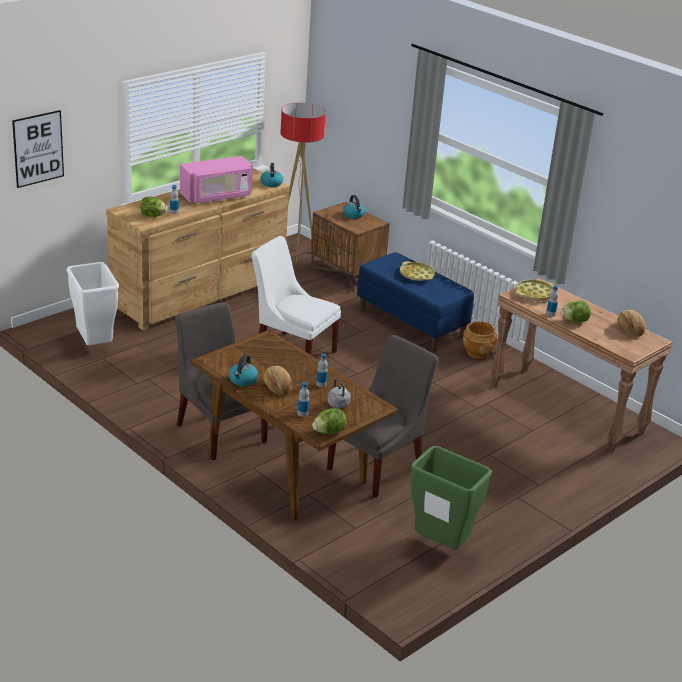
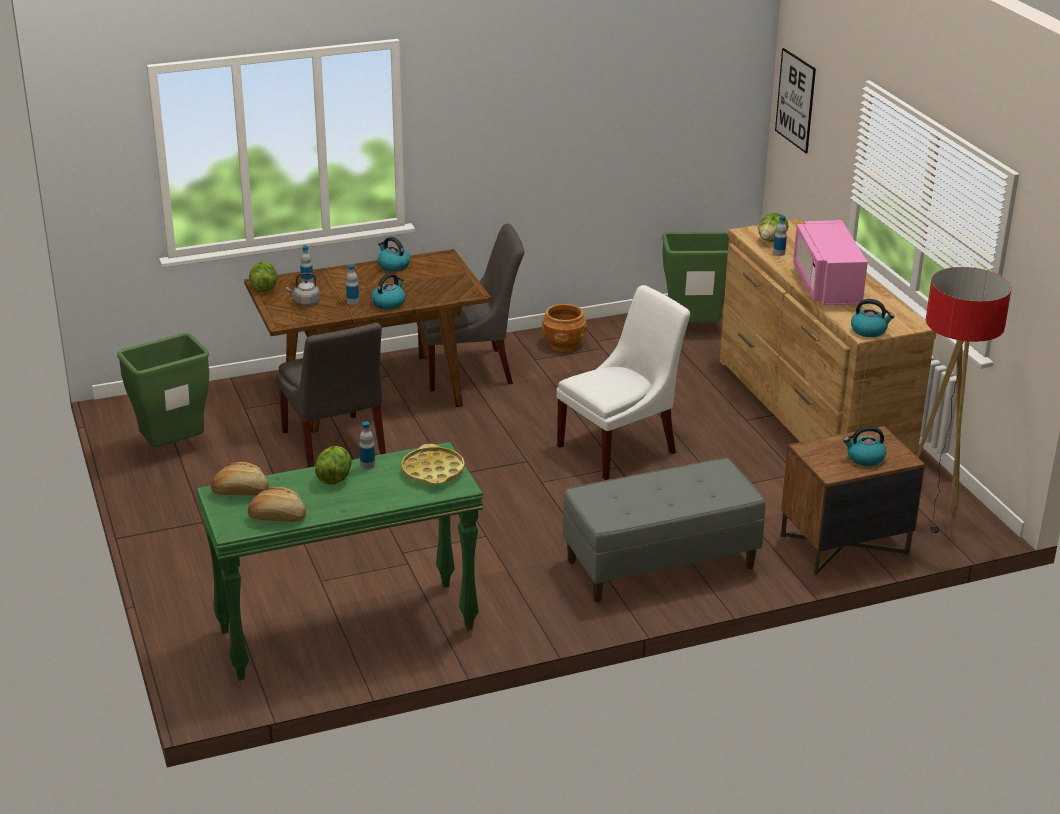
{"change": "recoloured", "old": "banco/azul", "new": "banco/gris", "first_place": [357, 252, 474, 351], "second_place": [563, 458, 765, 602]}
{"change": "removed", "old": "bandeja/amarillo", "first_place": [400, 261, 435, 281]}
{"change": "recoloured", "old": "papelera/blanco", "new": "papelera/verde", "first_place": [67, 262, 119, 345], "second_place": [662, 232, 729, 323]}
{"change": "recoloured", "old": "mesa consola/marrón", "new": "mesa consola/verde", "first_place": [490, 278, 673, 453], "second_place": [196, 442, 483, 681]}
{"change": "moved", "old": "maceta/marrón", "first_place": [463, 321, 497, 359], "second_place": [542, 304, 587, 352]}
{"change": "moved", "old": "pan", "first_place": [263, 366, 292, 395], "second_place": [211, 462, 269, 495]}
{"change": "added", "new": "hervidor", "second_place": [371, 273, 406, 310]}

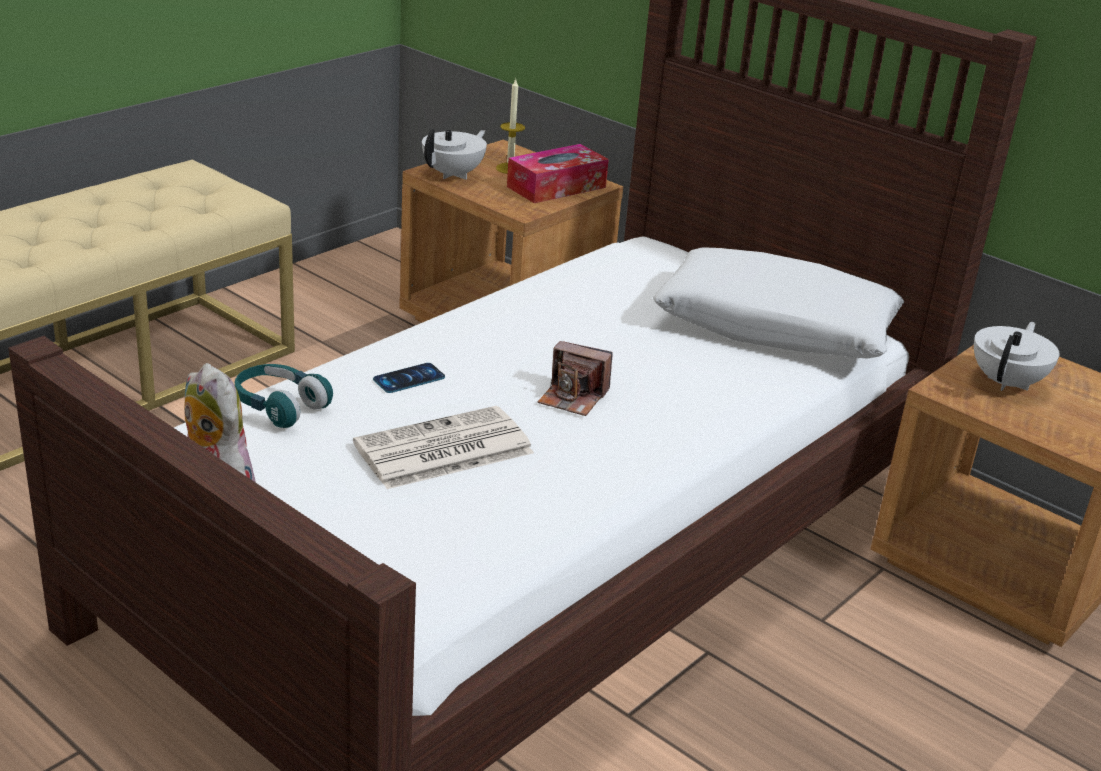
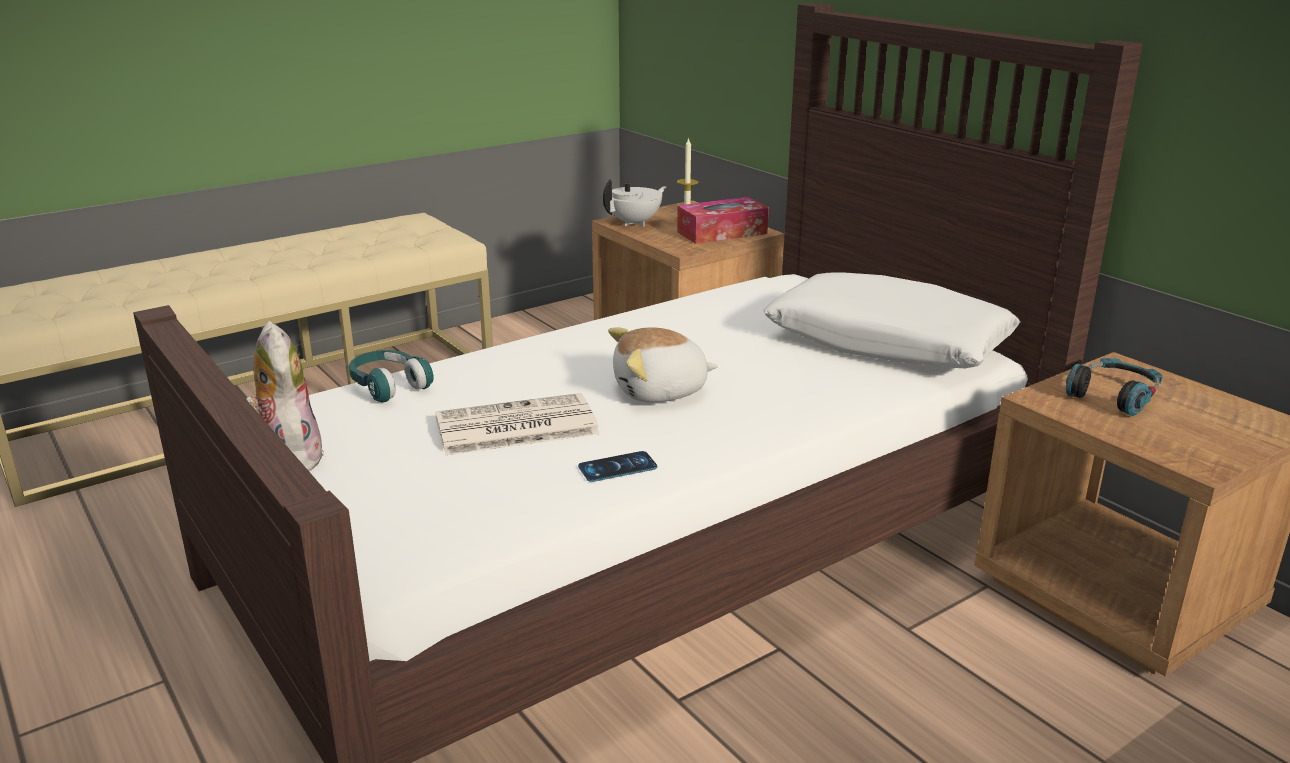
{"change": "replaced", "old": "tetera/blanco", "new": "auriculares", "first_place": [974, 322, 1060, 391], "second_place": [1066, 358, 1163, 416]}
{"change": "replaced", "old": "cámara", "new": "peluche", "first_place": [537, 341, 612, 416], "second_place": [608, 327, 718, 402]}
{"change": "moved", "old": "móvil", "first_place": [373, 363, 445, 393], "second_place": [578, 451, 657, 482]}

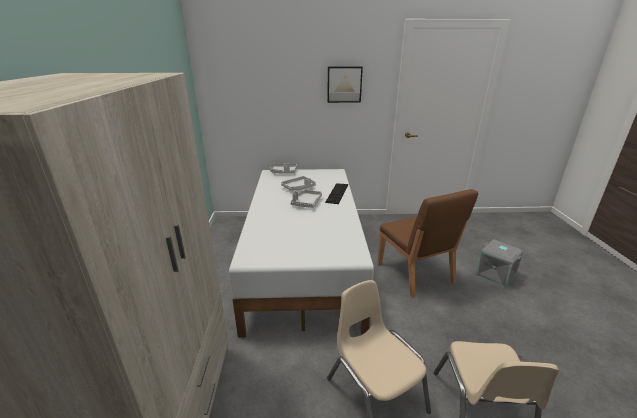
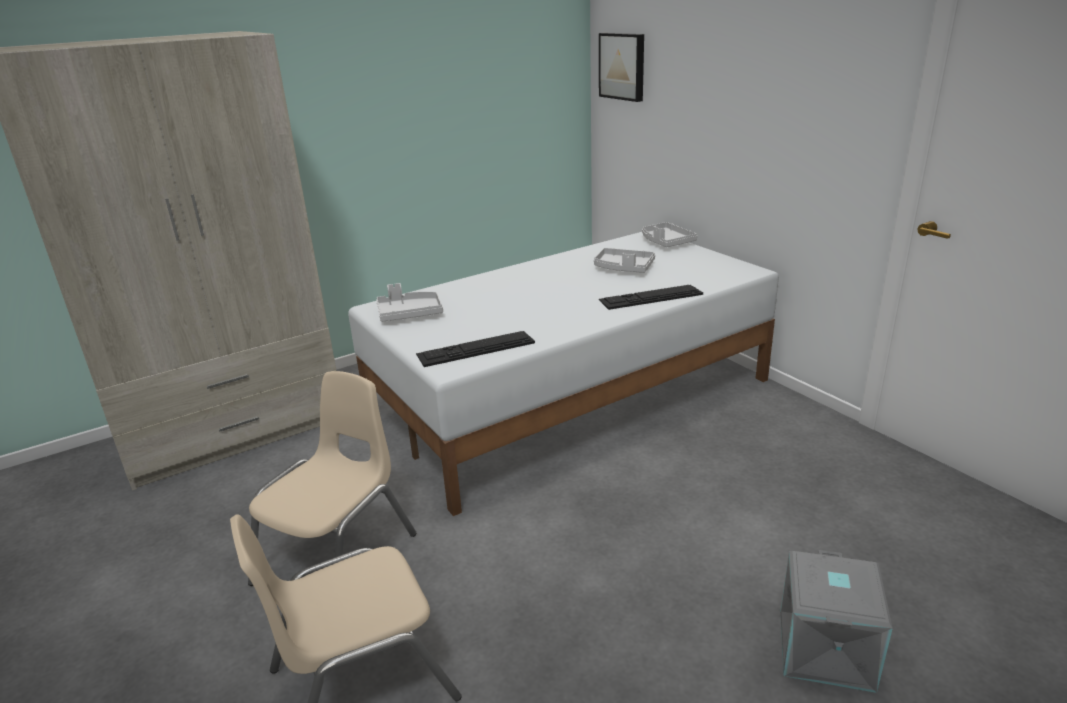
{"change": "moved", "old": "cuadro", "first_place": [327, 66, 363, 103], "second_place": [599, 33, 644, 102]}
{"change": "removed", "old": "silla/marrón", "first_place": [378, 189, 478, 298]}
{"change": "moved", "old": "bandeja/gris", "first_place": [290, 190, 322, 208], "second_place": [376, 283, 443, 322]}
{"change": "added", "new": "teclado", "second_place": [416, 331, 535, 367]}

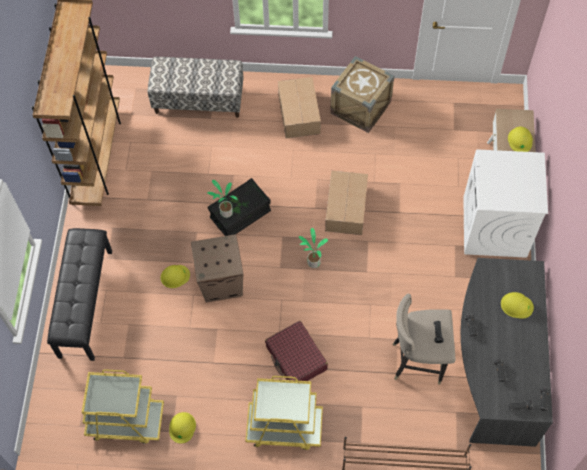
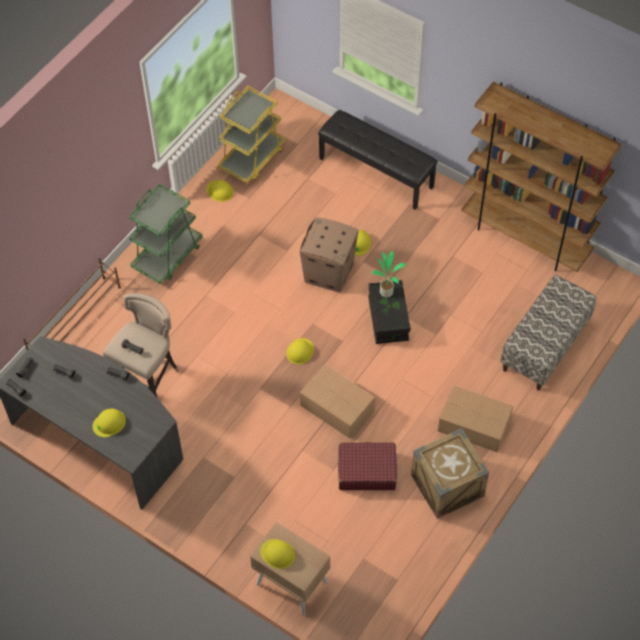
{"change": "removed", "old": "lavadora/blanco", "first_place": [463, 149, 548, 258]}
{"change": "replaced", "old": "planta en maceta", "new": "casco/amarillo", "first_place": [299, 228, 328, 268], "second_place": [286, 338, 314, 365]}
{"change": "moved", "old": "maleta/rojo", "first_place": [265, 321, 328, 383], "second_place": [338, 442, 397, 490]}
{"change": "recoloured", "old": "carrito/amarillo", "new": "carrito/verde", "first_place": [245, 376, 323, 450], "second_place": [129, 183, 203, 284]}

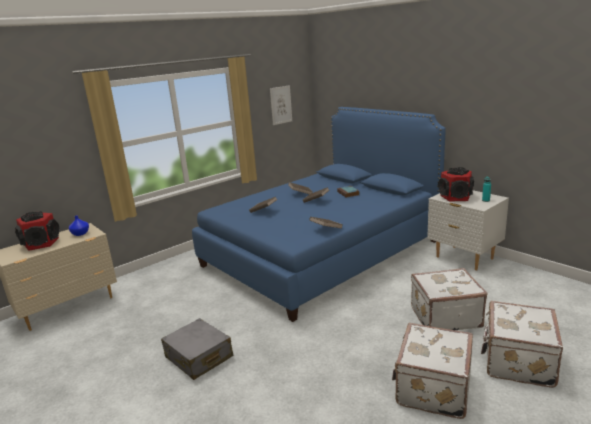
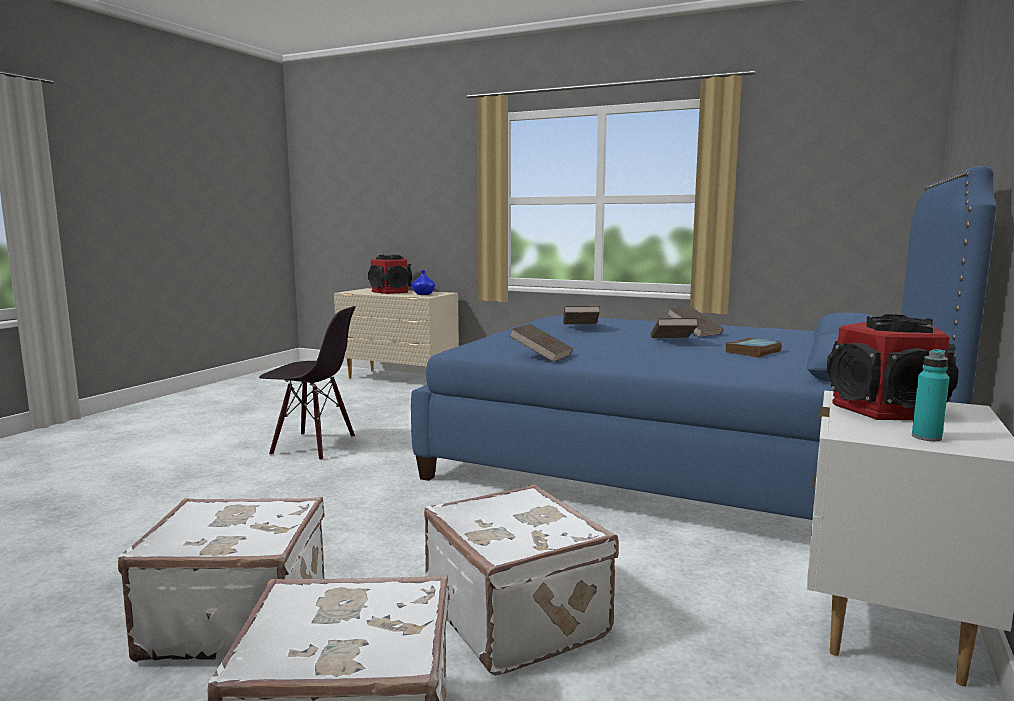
{"change": "removed", "old": "cuadro", "first_place": [270, 85, 292, 125]}
{"change": "replaced", "old": "maleta/gris", "new": "silla/negro", "first_place": [161, 318, 234, 380], "second_place": [259, 306, 356, 460]}

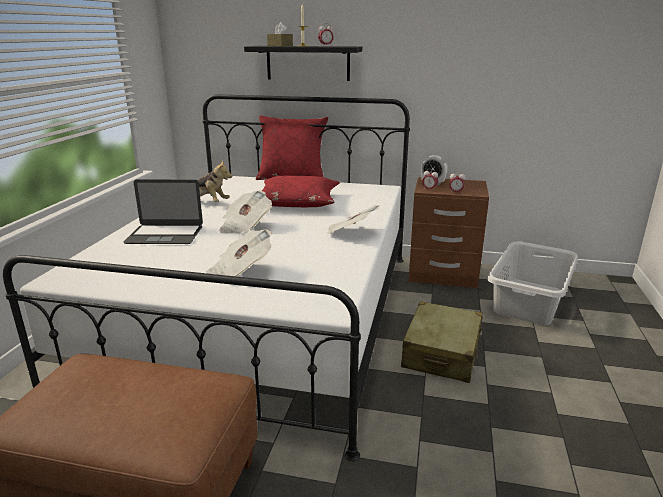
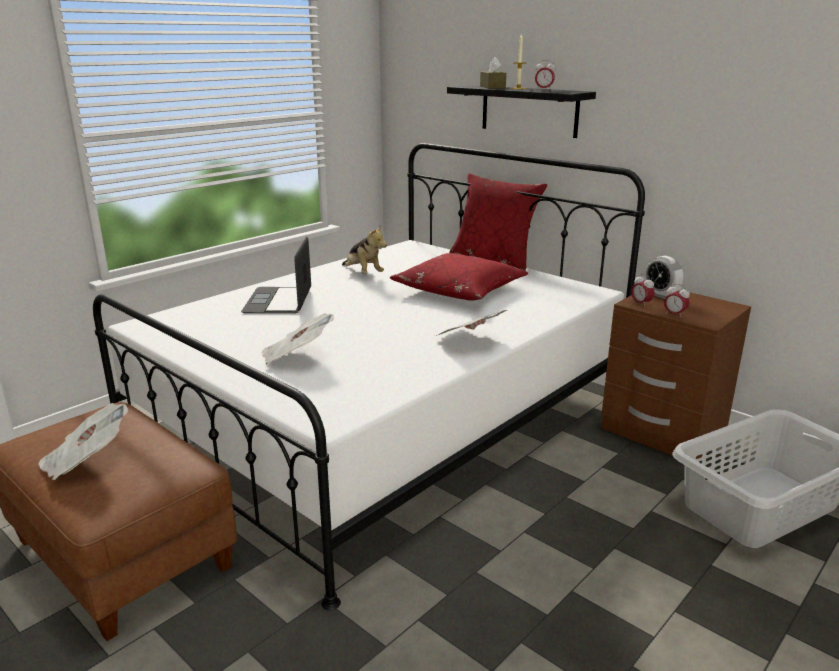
{"change": "turned", "old": "portátil", "first_place": [123, 180, 203, 244], "second_place": [241, 237, 311, 314], "degrees": 60}
{"change": "moved", "old": "periódico", "first_place": [219, 191, 272, 234], "second_place": [38, 403, 128, 481]}
{"change": "removed", "old": "maleta/beis", "first_place": [401, 301, 483, 383]}

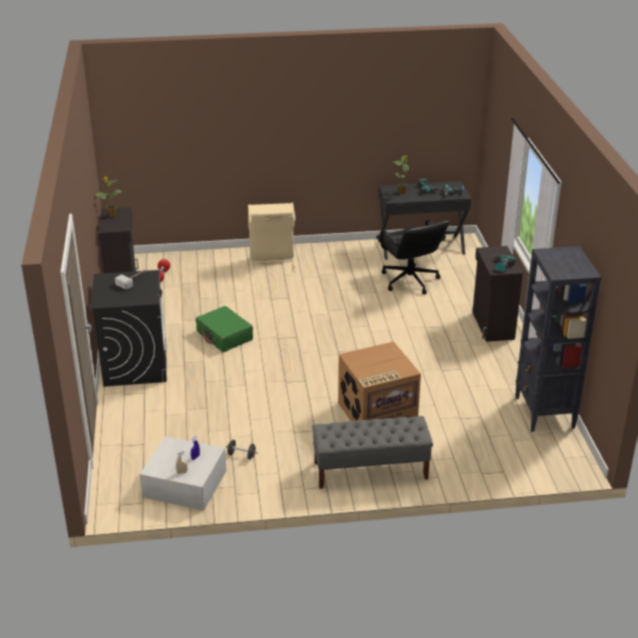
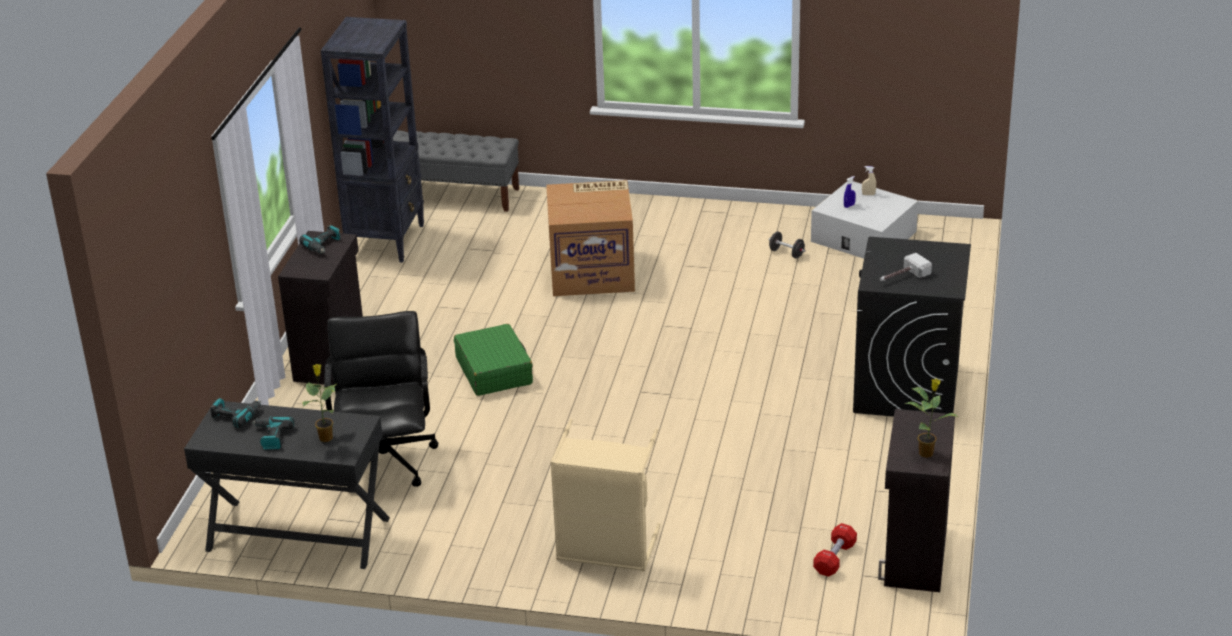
{"change": "moved", "old": "maleta/verde", "first_place": [196, 306, 253, 352], "second_place": [454, 324, 533, 396]}
{"change": "moved", "old": "banco/gris", "first_place": [312, 416, 433, 489], "second_place": [393, 130, 519, 212]}

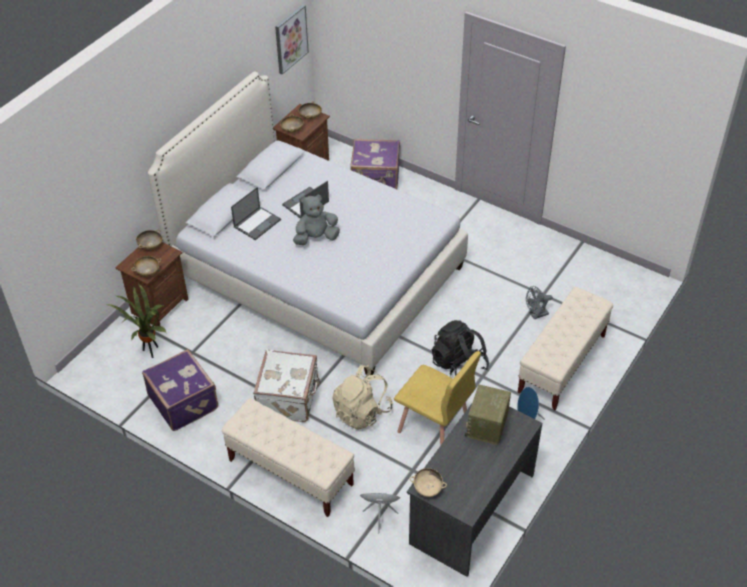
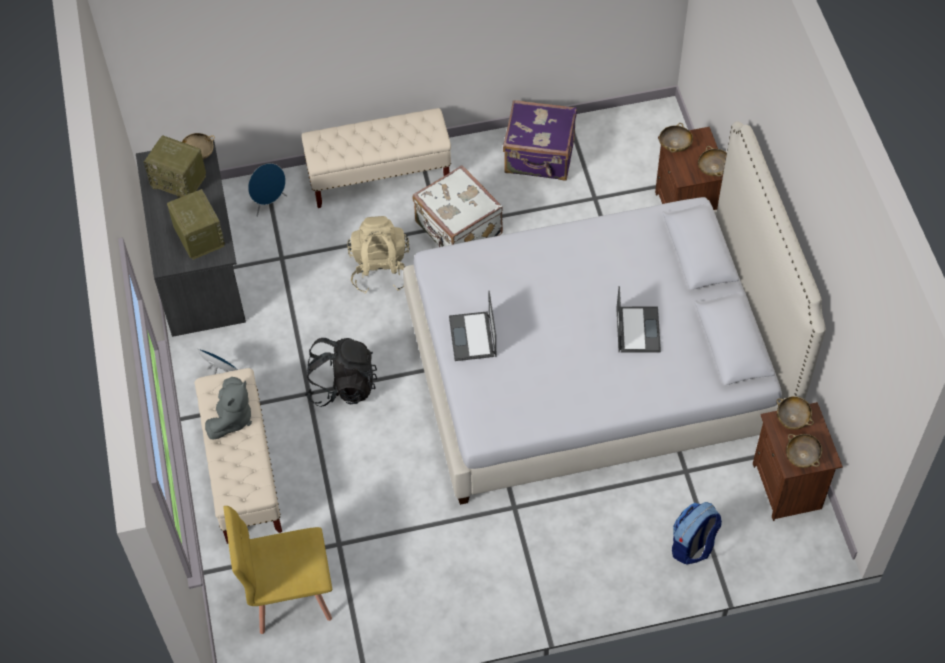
{"change": "removed", "old": "cuadro", "first_place": [275, 4, 309, 74]}
{"change": "replaced", "old": "maleta/morado", "new": "mochila", "first_place": [350, 139, 400, 189], "second_place": [672, 502, 722, 564]}
{"change": "moved", "old": "portátil", "first_place": [231, 187, 281, 240], "second_place": [449, 291, 496, 361]}
{"change": "moved", "old": "peluche/gris", "first_place": [293, 195, 340, 245], "second_place": [205, 377, 252, 440]}
{"change": "removed", "old": "planta en maceta", "first_place": [105, 283, 166, 358]}
{"change": "removed", "old": "ventilador/gris", "first_place": [526, 286, 553, 319]}
{"change": "moved", "old": "silla/amarillo", "first_place": [394, 351, 481, 446], "second_place": [223, 506, 333, 634]}
{"change": "added", "new": "radio", "second_place": [144, 135, 206, 198]}

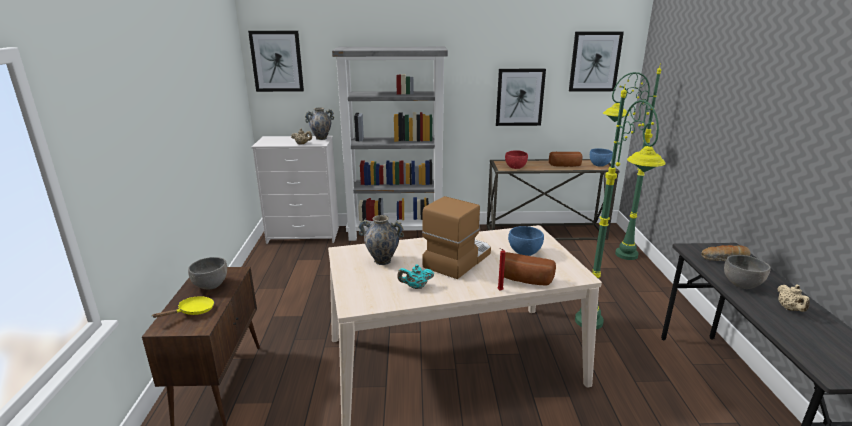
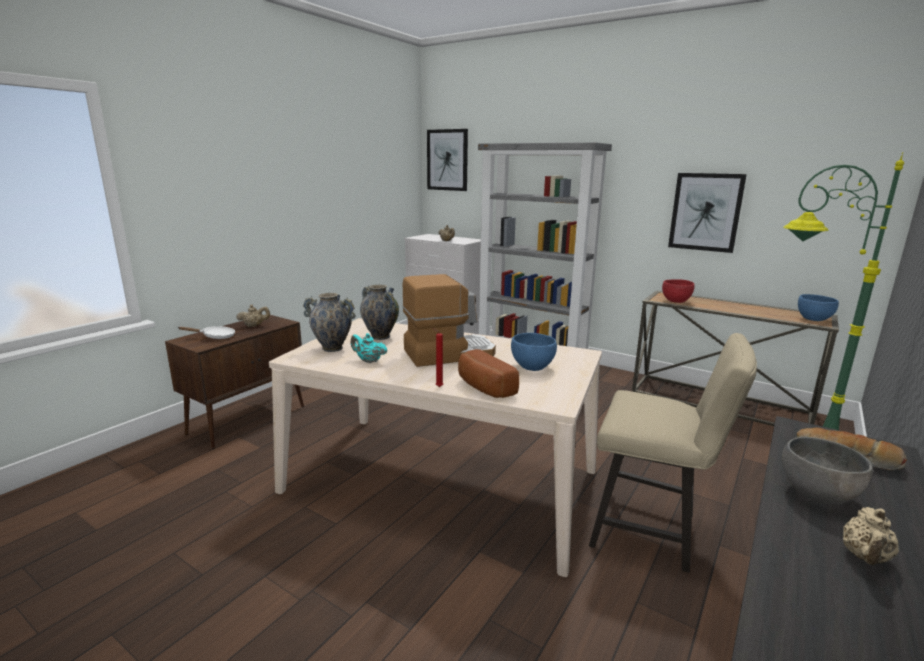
{"change": "removed", "old": "cuadro", "first_place": [569, 32, 624, 92]}
{"change": "replaced", "old": "lámpara de pie/verde", "new": "silla/beis", "first_place": [575, 84, 666, 329], "second_place": [589, 333, 757, 572]}
{"change": "moved", "old": "florero", "first_place": [305, 107, 334, 140], "second_place": [303, 293, 355, 352]}
{"change": "removed", "old": "pan", "first_place": [549, 152, 582, 167]}
{"change": "replaced", "old": "cuenco/gris", "new": "tetera/beis", "first_place": [188, 257, 227, 289], "second_place": [236, 305, 270, 327]}
{"change": "recoloured", "old": "sartén/amarillo", "new": "sartén/blanco", "first_place": [152, 296, 214, 318], "second_place": [179, 326, 235, 339]}

